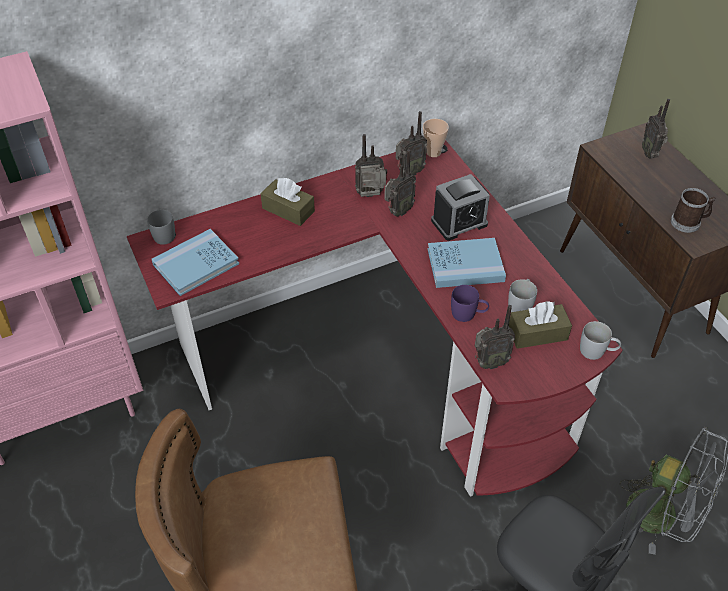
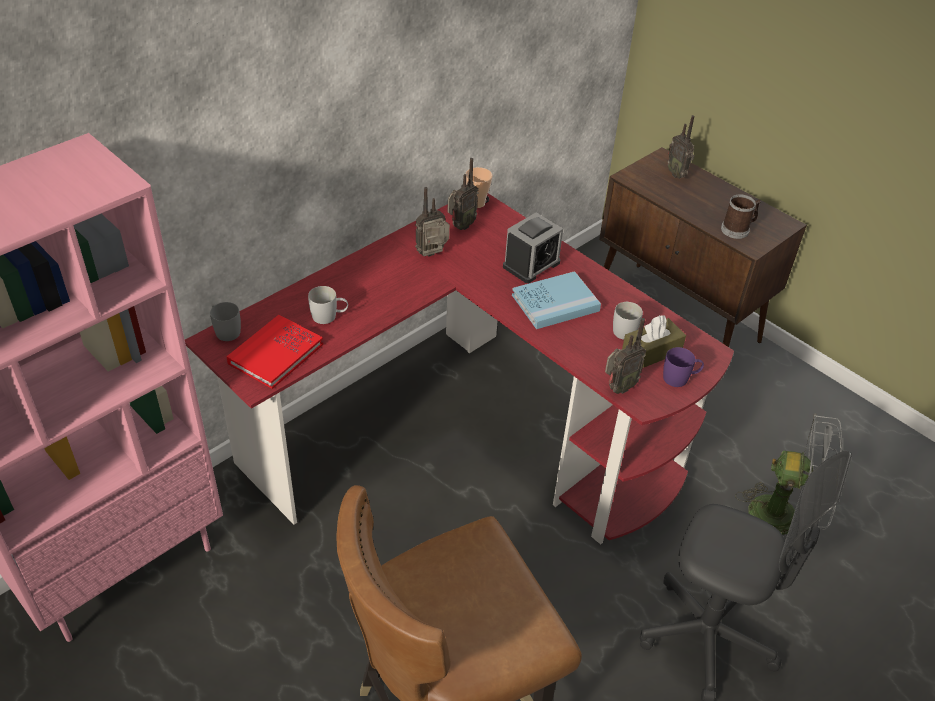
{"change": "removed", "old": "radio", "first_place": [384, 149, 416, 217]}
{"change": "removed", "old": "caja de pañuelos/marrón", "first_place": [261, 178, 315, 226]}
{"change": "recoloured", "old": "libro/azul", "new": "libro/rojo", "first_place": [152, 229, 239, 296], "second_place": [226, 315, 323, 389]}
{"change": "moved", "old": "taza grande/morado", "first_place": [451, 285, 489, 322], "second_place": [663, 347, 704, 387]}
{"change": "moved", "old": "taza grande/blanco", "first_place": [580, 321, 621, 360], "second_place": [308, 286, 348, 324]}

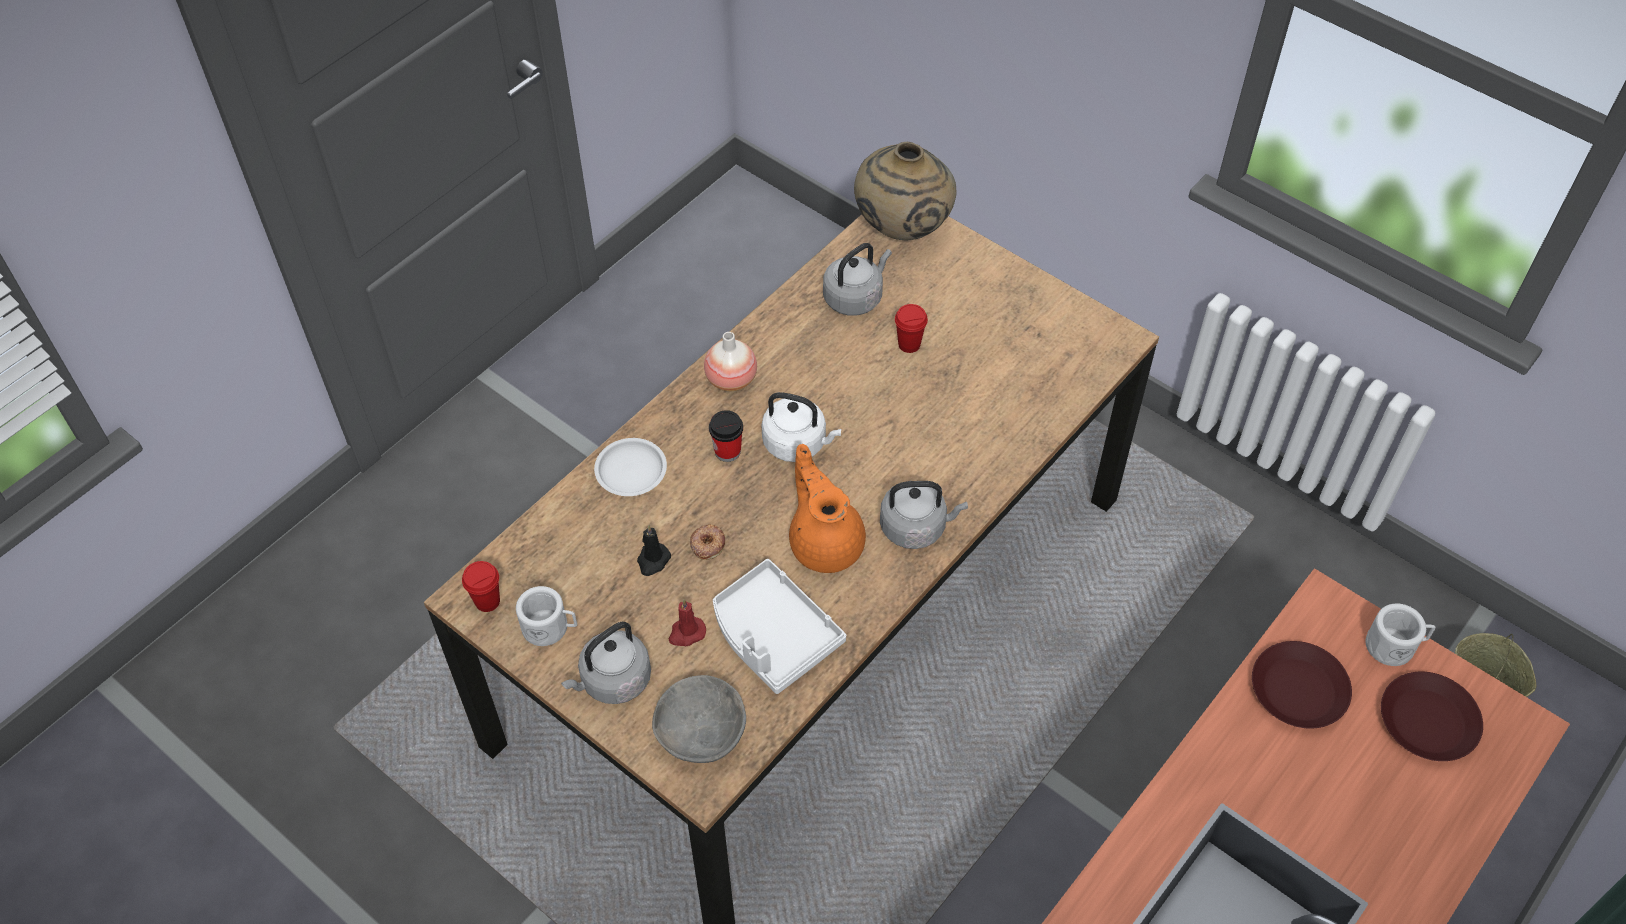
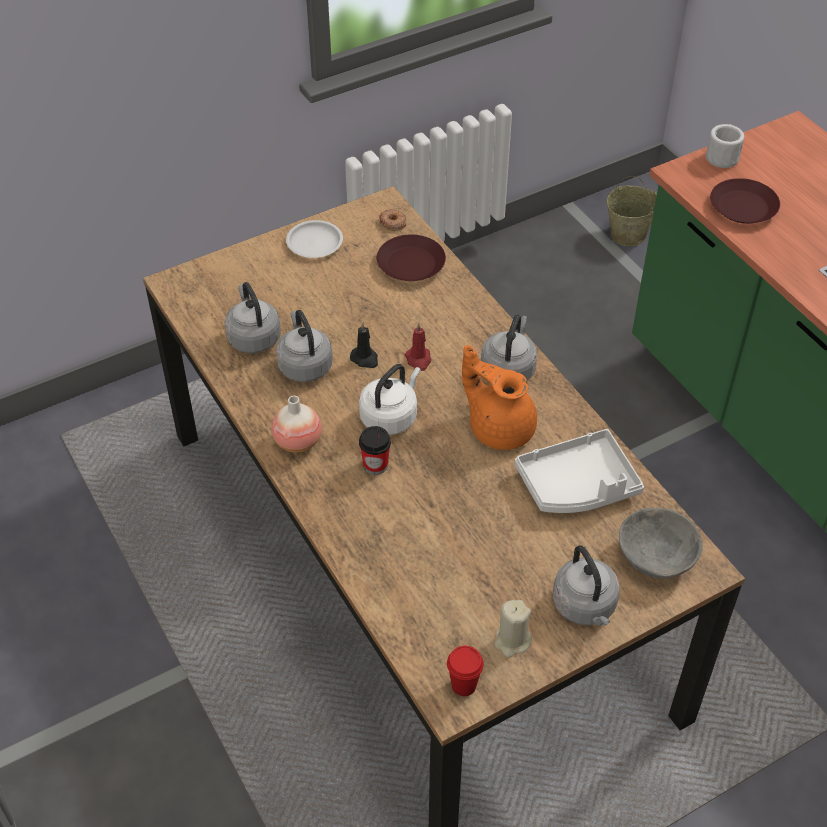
{"change": "removed", "old": "florero/beis", "first_place": [854, 142, 956, 240]}
{"change": "removed", "old": "taza/rojo", "first_place": [895, 304, 928, 353]}
{"change": "moved", "old": "plato/blanco", "first_place": [594, 438, 667, 496], "second_place": [286, 220, 343, 258]}
{"change": "turned", "old": "tetera/naranja", "first_place": [789, 444, 866, 573], "second_place": [462, 345, 537, 450], "degrees": 45}
{"change": "moved", "old": "rosquilla", "first_place": [690, 524, 725, 560], "second_place": [379, 209, 406, 231]}
{"change": "moved", "old": "vela/negro", "first_place": [637, 525, 671, 576], "second_place": [350, 322, 378, 368]}
{"change": "replaced", "old": "taza grande/blanco", "new": "vela/beis", "first_place": [516, 586, 577, 646], "second_place": [494, 600, 532, 658]}
{"change": "moved", "old": "vela/rojo", "first_place": [669, 599, 706, 646], "second_place": [405, 323, 431, 371]}
{"change": "moved", "old": "plato/marrón", "first_place": [1381, 672, 1483, 761], "second_place": [377, 235, 446, 281]}
{"change": "added", "new": "hervidor/gris", "second_place": [276, 310, 333, 382]}

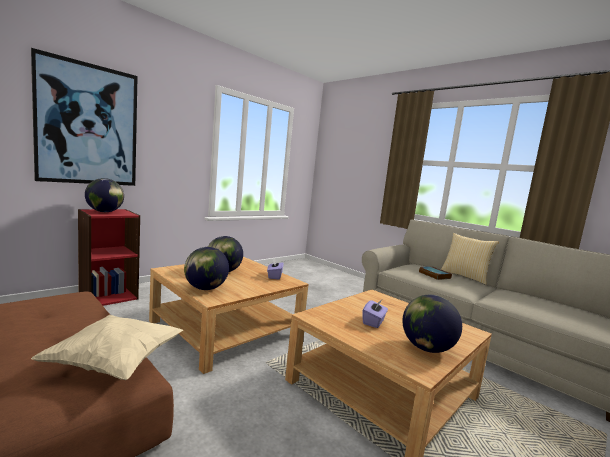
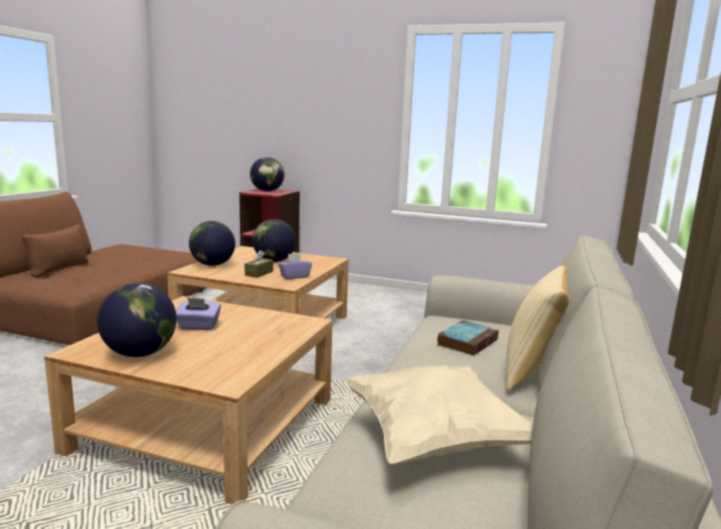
{"change": "removed", "old": "cuadro", "first_place": [31, 48, 138, 186]}
{"change": "moved", "old": "cojín/beis", "first_place": [31, 315, 183, 380], "second_place": [344, 365, 533, 465]}
{"change": "added", "new": "caja de pañuelos/marrón", "second_place": [245, 250, 273, 278]}

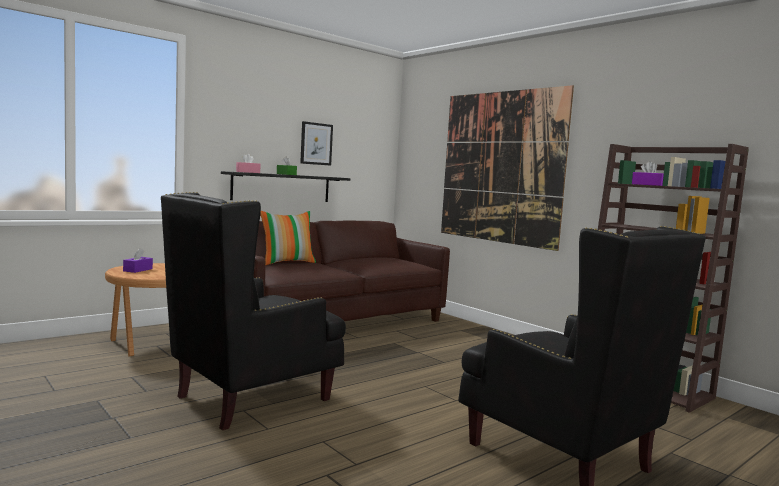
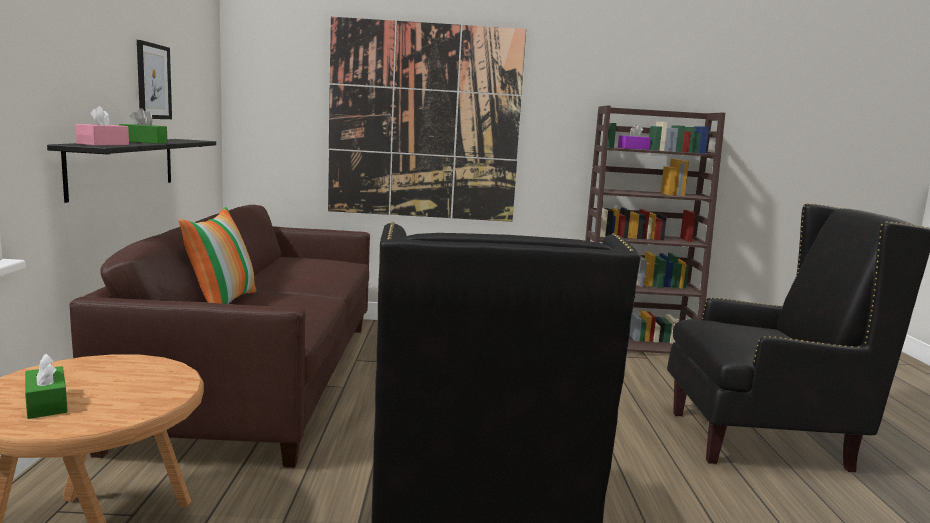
{"change": "recoloured", "old": "caja de pañuelos/morado", "new": "caja de pañuelos/verde", "first_place": [123, 248, 153, 273], "second_place": [25, 353, 68, 419]}

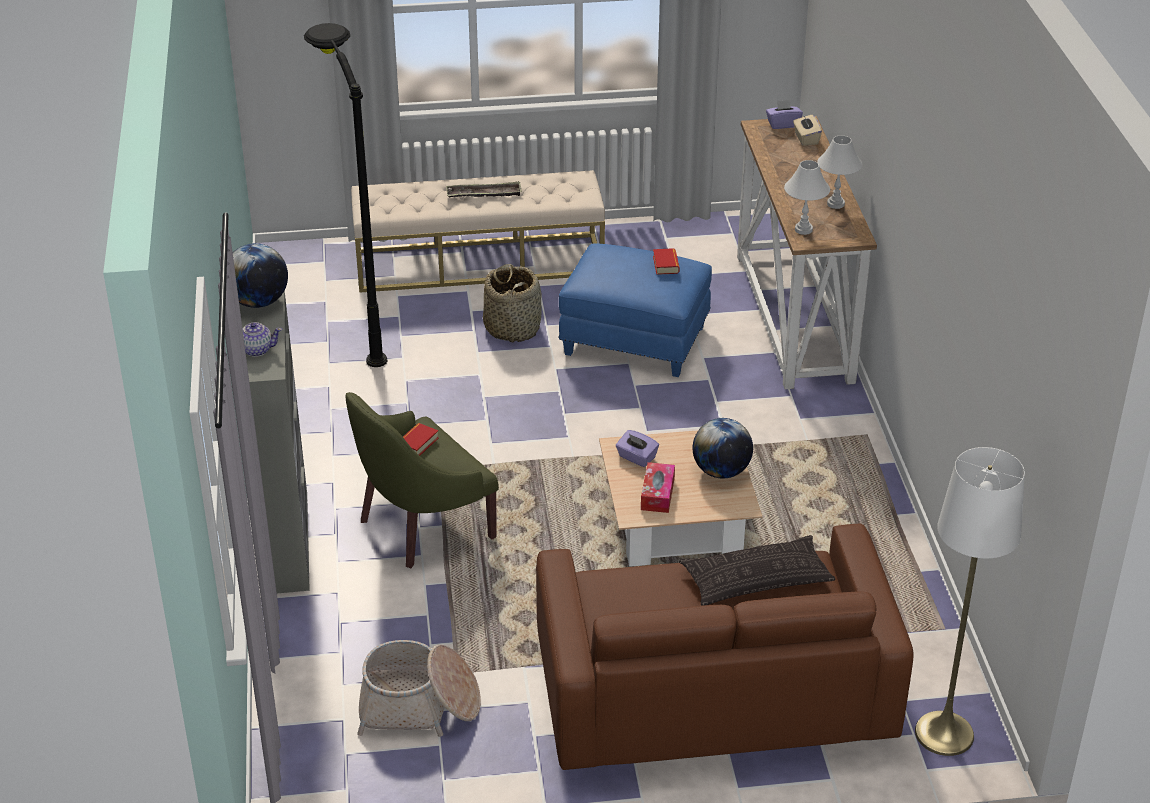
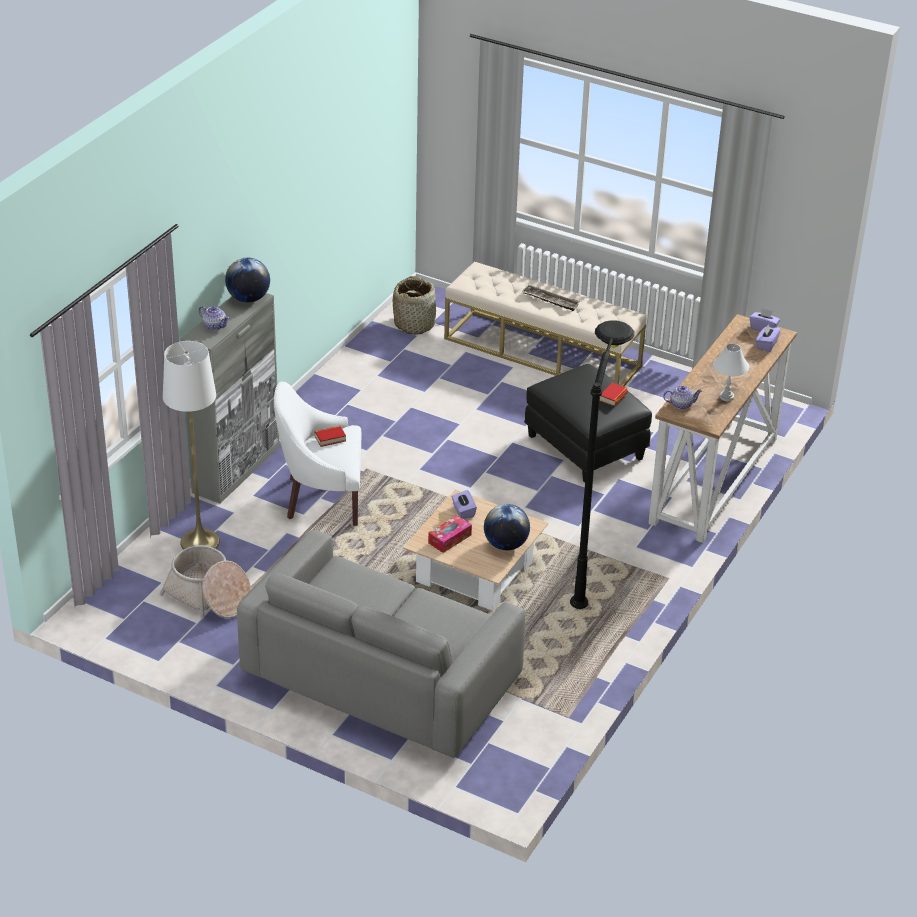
{"change": "moved", "old": "lámpara de pie/negro", "first_place": [304, 23, 387, 367], "second_place": [570, 320, 634, 609]}
{"change": "recoloured", "old": "caja de pañuelos/beis", "new": "caja de pañuelos/morado", "first_place": [793, 115, 822, 146], "second_place": [756, 324, 781, 352]}
{"change": "replaced", "old": "lámpara de mesa/blanco", "new": "tetera", "first_place": [784, 160, 830, 235], "second_place": [663, 386, 702, 409]}
{"change": "recoloured", "old": "puf/azul", "new": "puf/negro", "first_place": [558, 243, 712, 377], "second_place": [524, 364, 652, 482]}
{"change": "moved", "old": "cesta", "first_place": [483, 264, 542, 343], "second_place": [393, 276, 436, 335]}
{"change": "recoloured", "old": "sillón/verde", "new": "sillón/blanco", "first_place": [345, 392, 499, 568], "second_place": [274, 382, 361, 526]}
{"change": "moved", "old": "lámpara de pie/blanco", "first_place": [915, 447, 1025, 756], "second_place": [163, 341, 220, 550]}
{"change": "recoloured", "old": "sofá/marrón", "new": "sofá/gris", "first_place": [536, 524, 914, 770], "second_place": [237, 530, 526, 758]}
{"change": "removed", "old": "cojín", "first_place": [679, 535, 835, 606]}

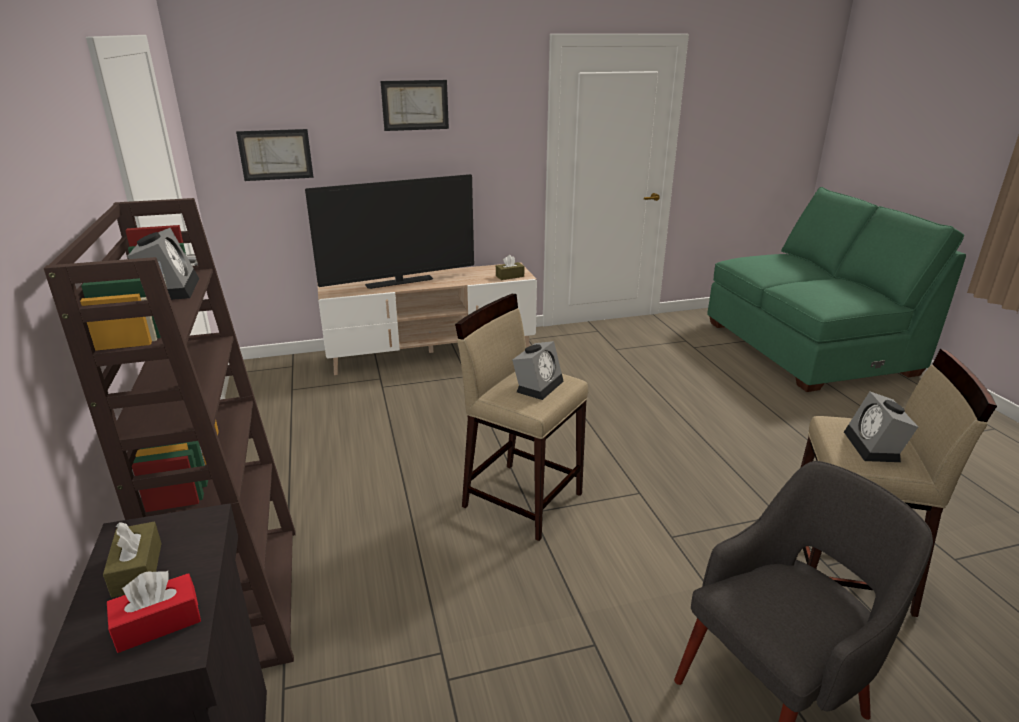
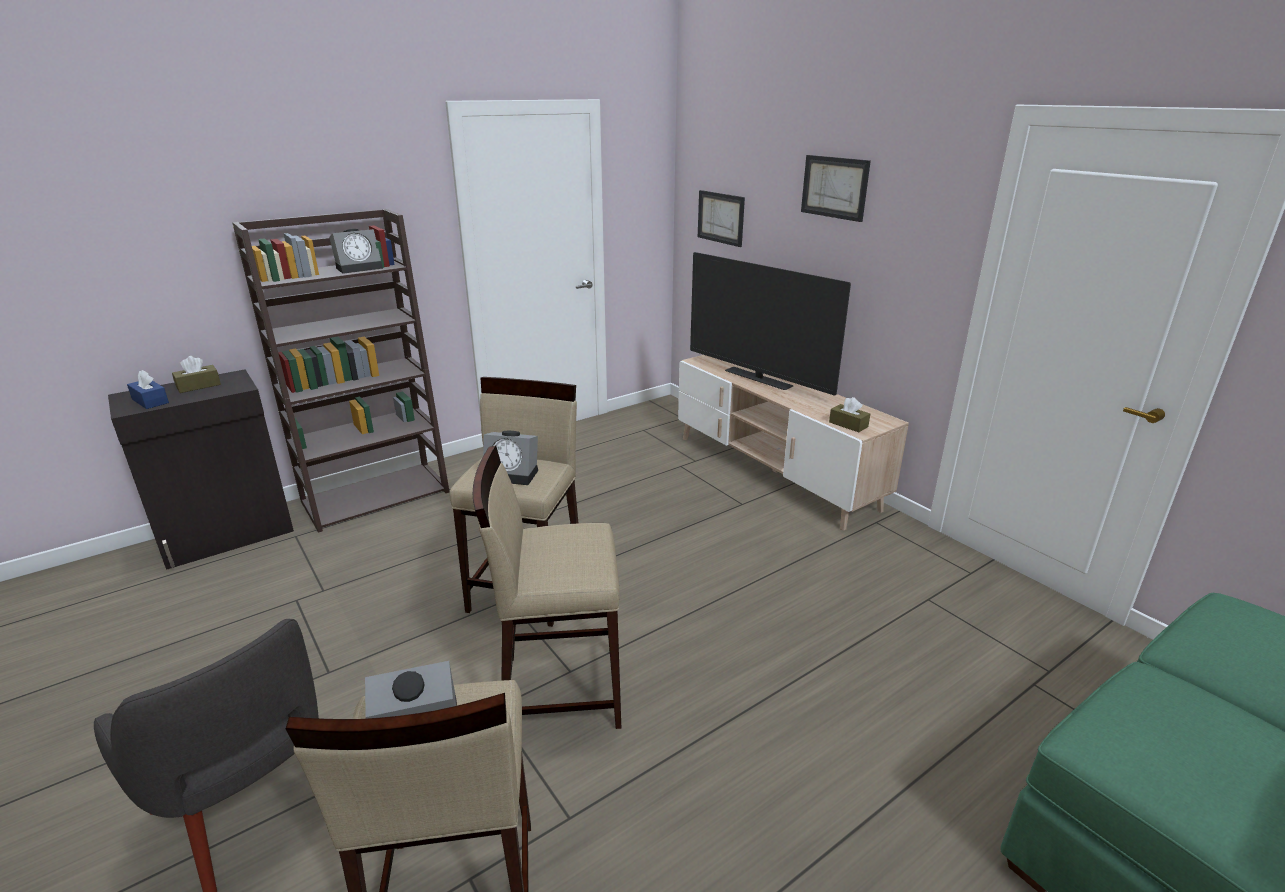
{"change": "recoloured", "old": "caja de pañuelos/rojo", "new": "caja de pañuelos/azul", "first_place": [107, 571, 201, 653], "second_place": [127, 370, 169, 409]}
{"change": "added", "new": "taburete/beis", "second_place": [473, 446, 621, 729]}

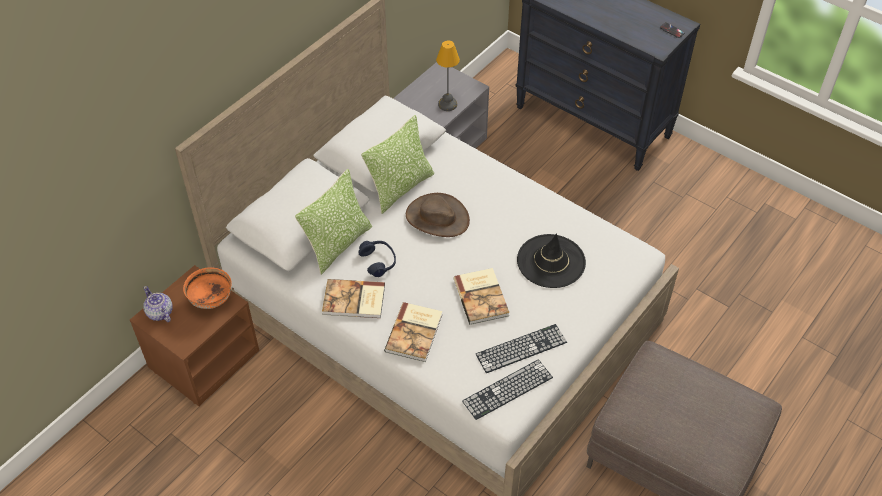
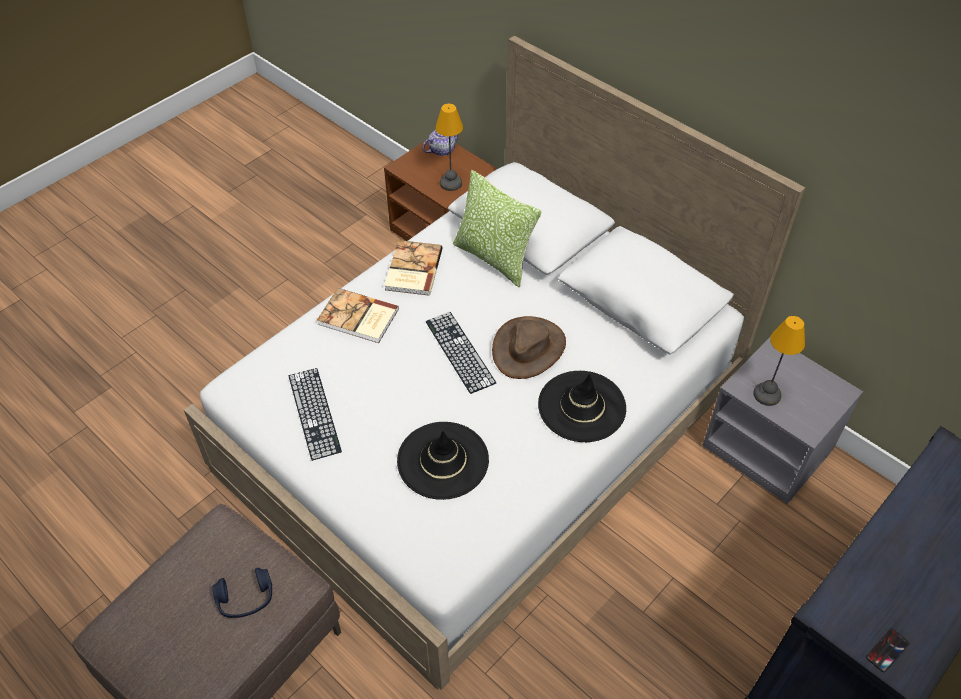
{"change": "removed", "old": "cojín", "first_place": [361, 115, 434, 214]}
{"change": "moved", "old": "auriculares/azul", "first_place": [359, 241, 396, 277], "second_place": [212, 568, 272, 618]}
{"change": "replaced", "old": "cuenco/naranja", "new": "lámpara de mesa", "first_place": [183, 267, 232, 309], "second_place": [435, 104, 463, 191]}
{"change": "removed", "old": "libro", "first_place": [454, 268, 509, 325]}
{"change": "moved", "old": "teclado", "first_place": [462, 359, 553, 420], "second_place": [426, 312, 496, 394]}
{"change": "added", "new": "sombrero/negro", "second_place": [538, 371, 626, 442]}

